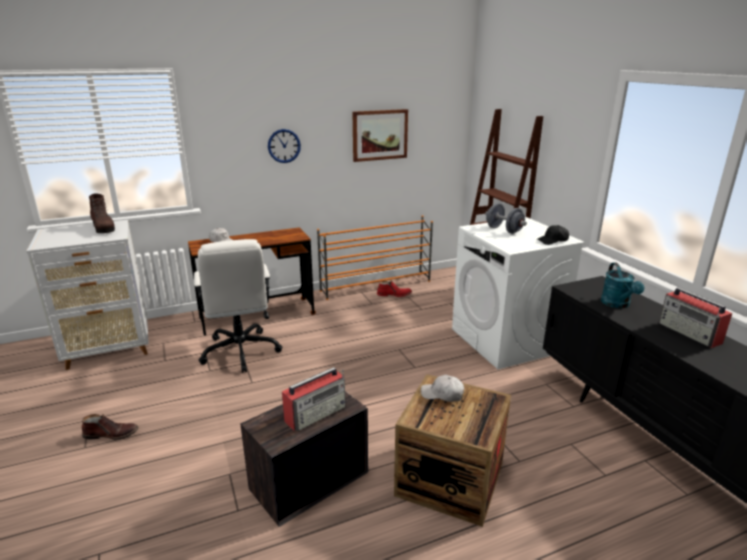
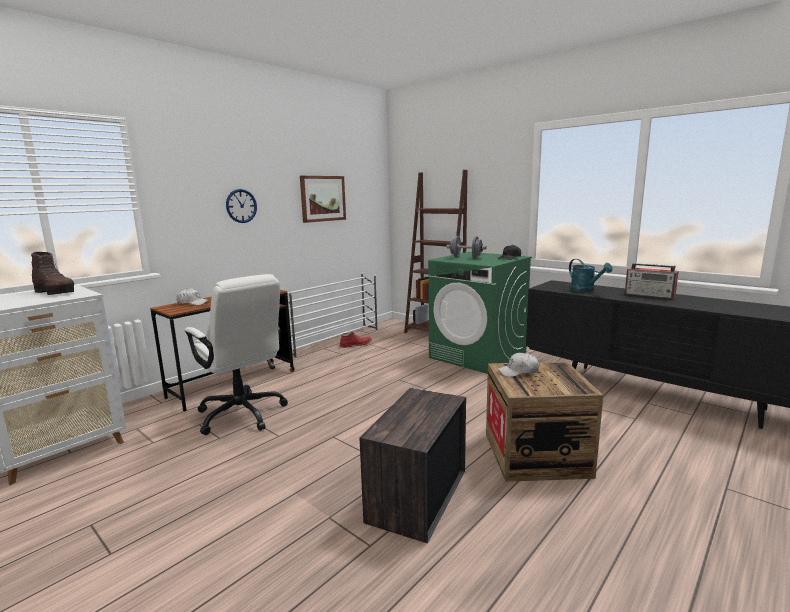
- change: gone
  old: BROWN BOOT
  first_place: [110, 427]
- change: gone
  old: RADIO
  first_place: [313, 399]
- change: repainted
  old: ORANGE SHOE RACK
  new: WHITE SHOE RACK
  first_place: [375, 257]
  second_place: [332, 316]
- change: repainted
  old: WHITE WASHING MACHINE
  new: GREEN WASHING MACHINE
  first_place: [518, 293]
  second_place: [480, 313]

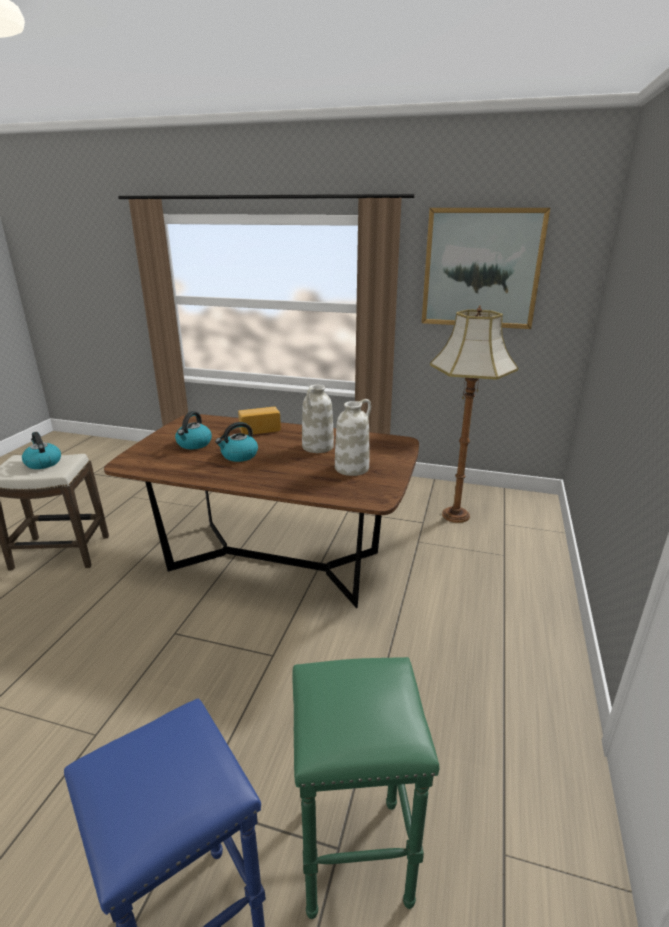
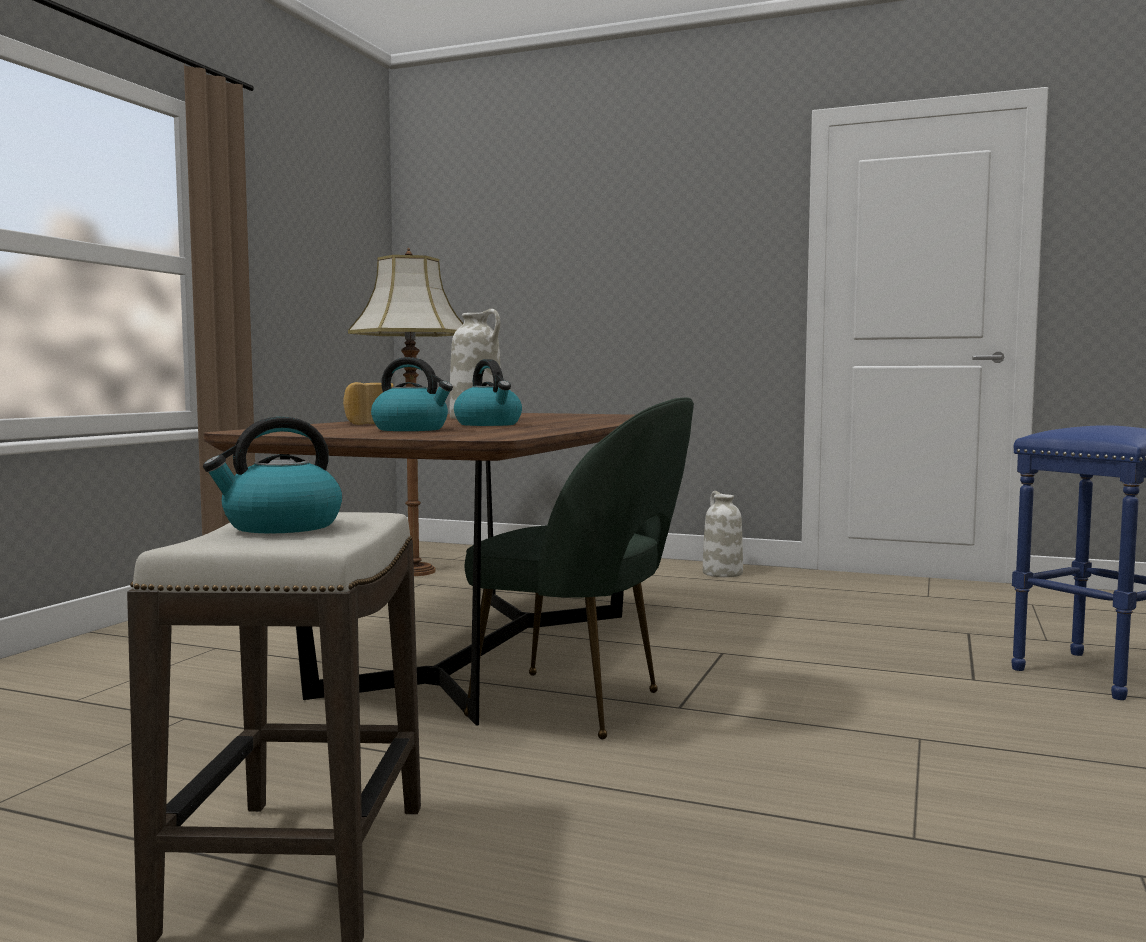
- change: gone
  old: GREEN STOOL
  first_place: [366, 788]
- change: shifted
  old: WHITE VASE
  first_place: [353, 437]
  second_place: [723, 534]
- change: gone
  old: PICTURE
  first_place: [486, 268]
- change: new
  new: GREEN CHAIR
  second_place: [579, 569]

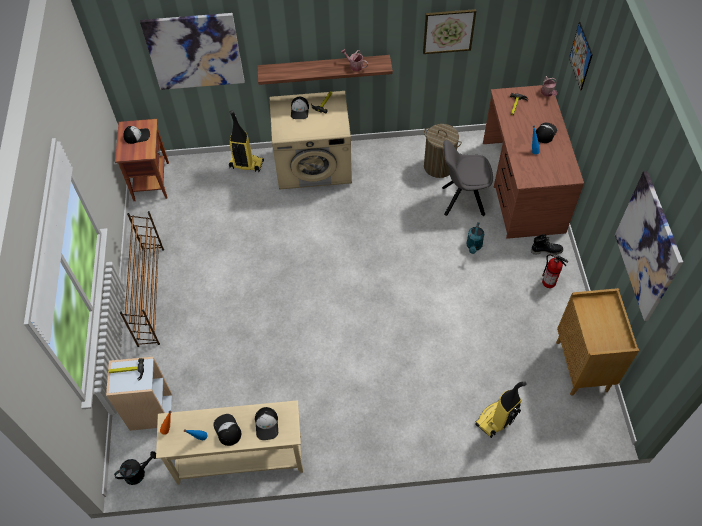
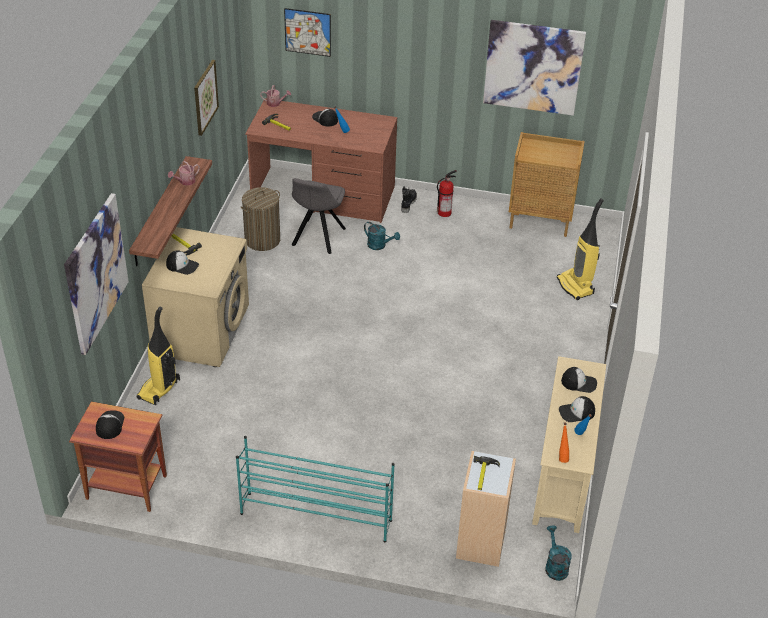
- change: repainted
  old: BLACK WATERING CAN
  new: TURQUOISE WATERING CAN
  first_place: [135, 468]
  second_place: [558, 553]
- change: repainted
  old: BROWN SHOE RACK
  new: TURQUOISE SHOE RACK
  first_place: [142, 279]
  second_place: [315, 489]

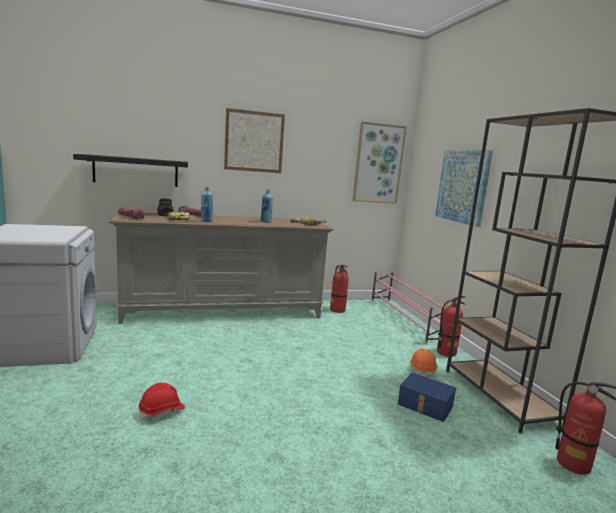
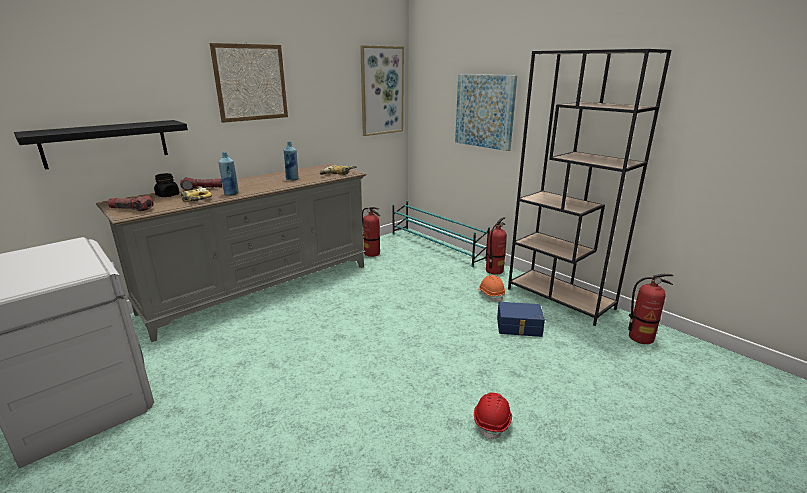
- change: shifted
  old: RED HARD HAT
  first_place: [162, 402]
  second_place: [493, 416]
- change: repainted
  old: PINK SHOE RACK
  new: TURQUOISE SHOE RACK
  first_place: [407, 307]
  second_place: [441, 234]

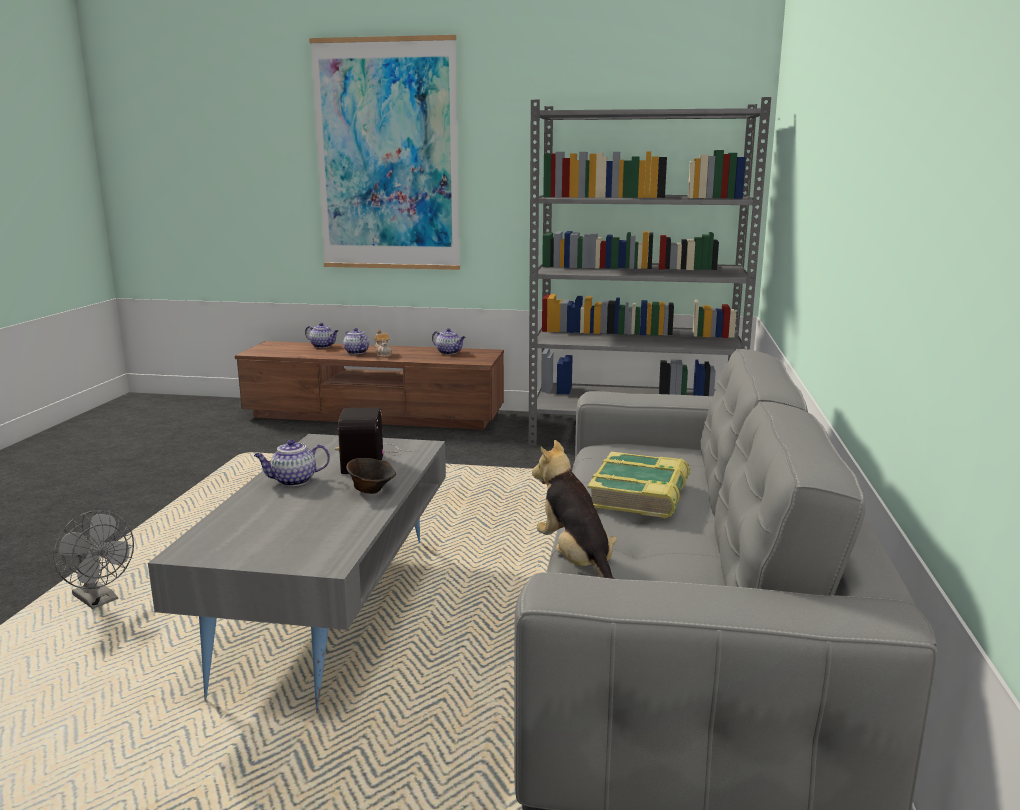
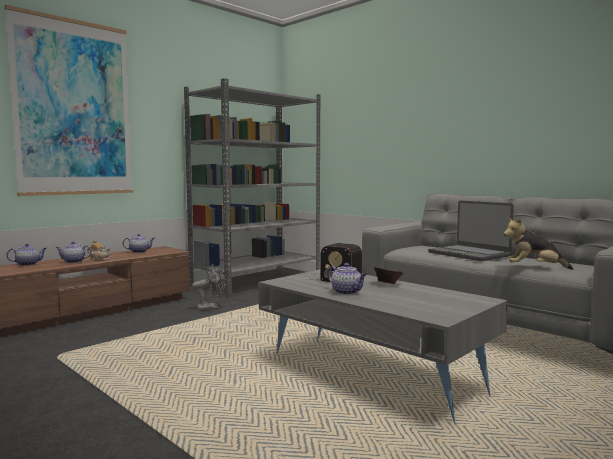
- change: shifted
  old: GREY FAN
  first_place: [93, 559]
  second_place: [208, 287]
- change: rotated
  old: TEAPOT
  first_place: [292, 463]
  second_place: [347, 279]
  degrees: -60
- change: swapped
  old: BOOK
  new: LAPTOP
  first_place: [639, 485]
  second_place: [471, 231]

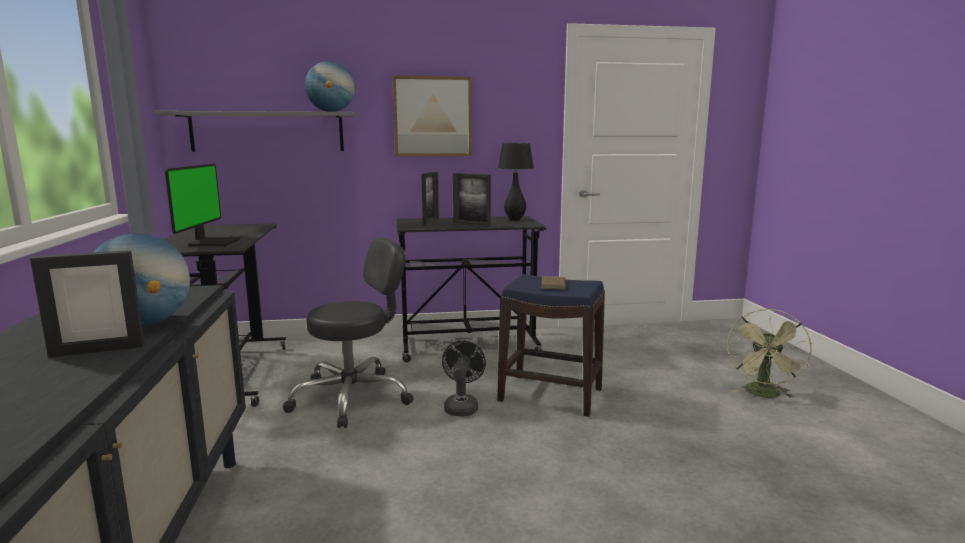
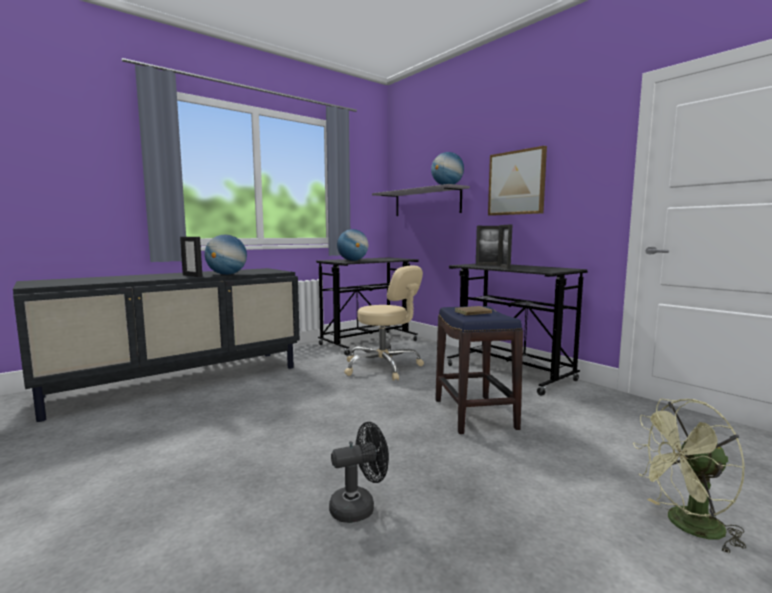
- change: swapped
  old: MONITOR
  new: GLOBE
  first_place: [203, 205]
  second_place: [352, 245]
- change: repainted
  old: BLACK OFFICE CHAIR
  new: BEIGE OFFICE CHAIR
  first_place: [348, 333]
  second_place: [384, 323]
- change: shifted
  old: BLACK FAN
  first_place: [464, 378]
  second_place: [359, 472]
- change: gone
  old: BLACK TABLE LAMP
  first_place: [516, 182]

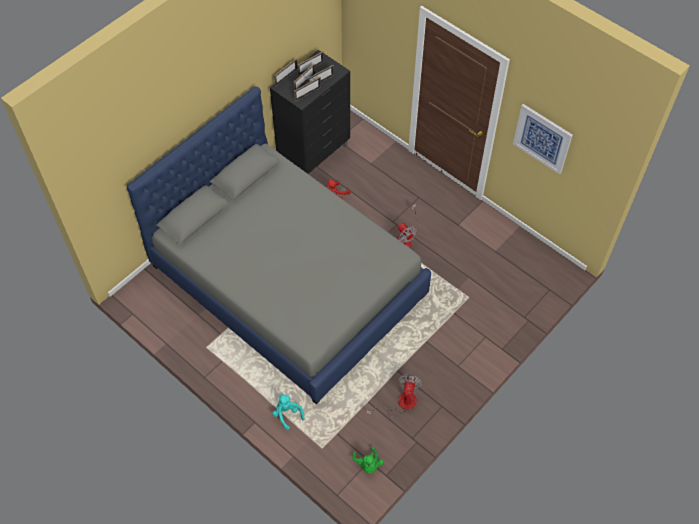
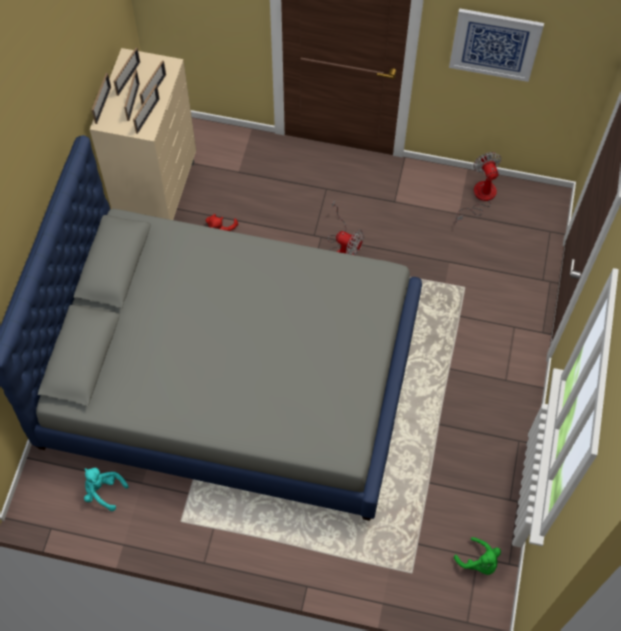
- change: repainted
  old: BLACK DRESSER
  new: BEIGE DRESSER
  first_place: [310, 112]
  second_place: [143, 134]
- change: shifted
  old: TURQUOISE PLUSH TOY
  first_place: [288, 411]
  second_place: [106, 489]
- change: shifted
  old: FAN
  first_place: [394, 395]
  second_place: [478, 187]

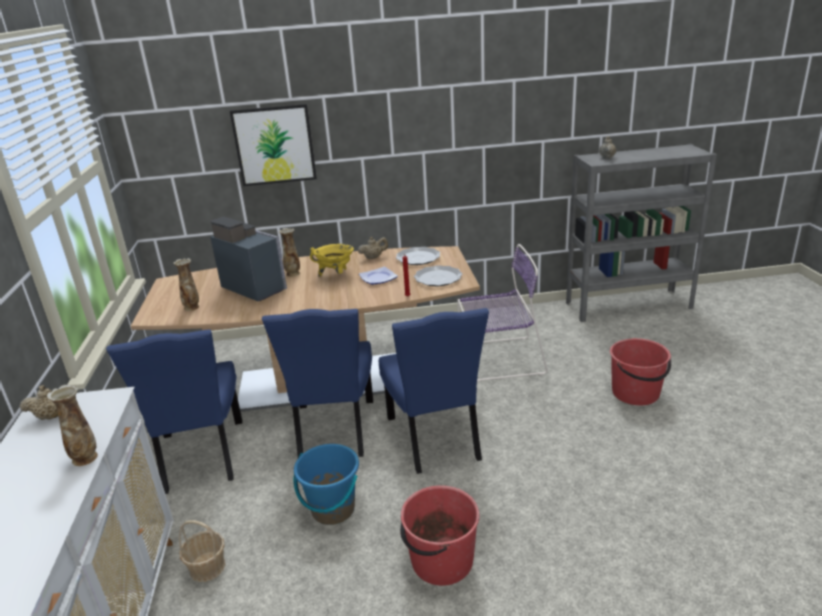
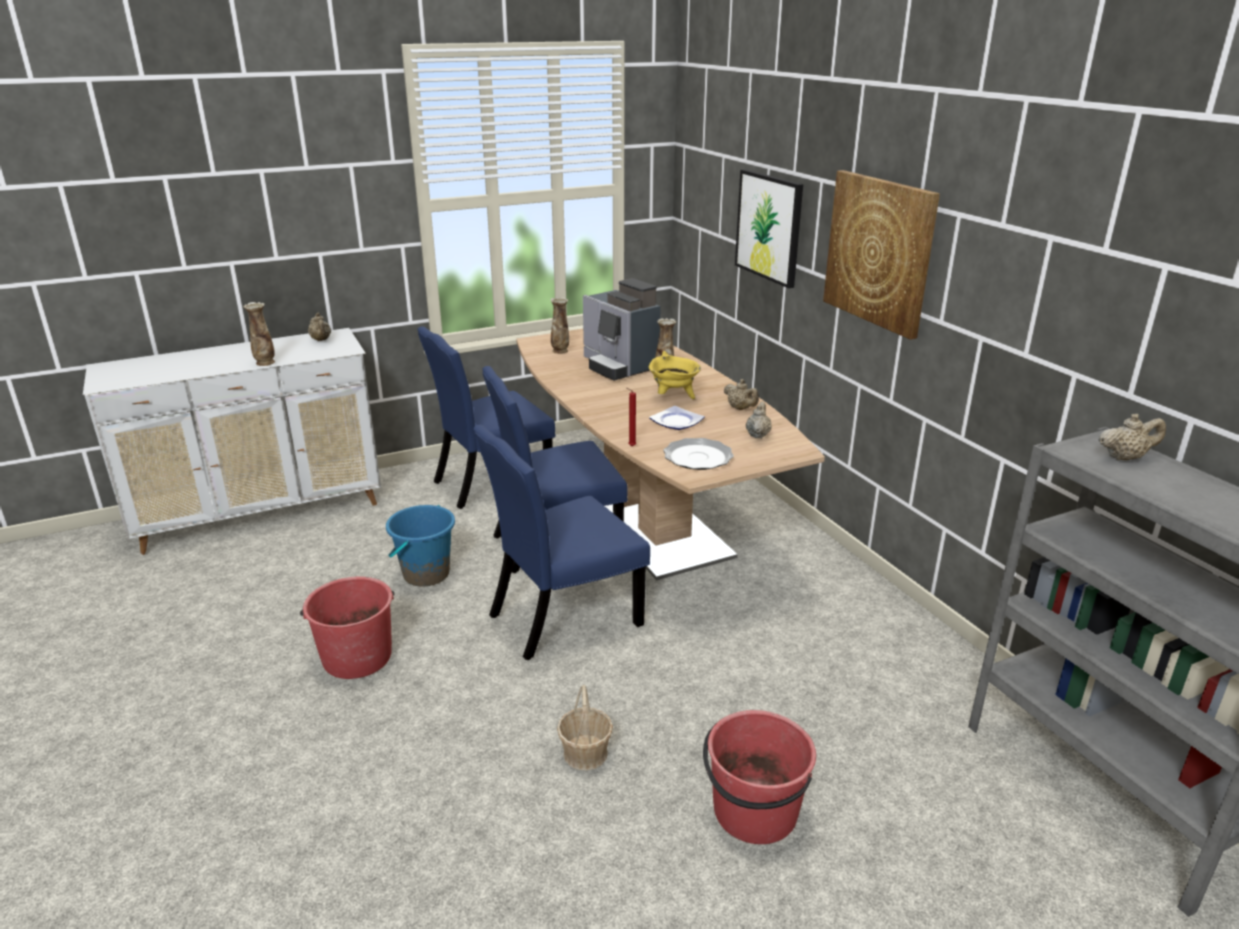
- change: shifted
  old: BASKET
  first_place: [202, 551]
  second_place: [585, 728]
- change: rotated
  old: COFFEE MACHINE
  first_place: [248, 259]
  second_place: [622, 329]
  degrees: 120
- change: swapped
  old: PLATE
  new: BEIGE TEAPOT
  first_place: [418, 256]
  second_place: [759, 420]
- change: gone
  old: PURPLE CHAIR
  first_place: [503, 313]
- change: new
  new: PICTURE
  second_place: [881, 255]

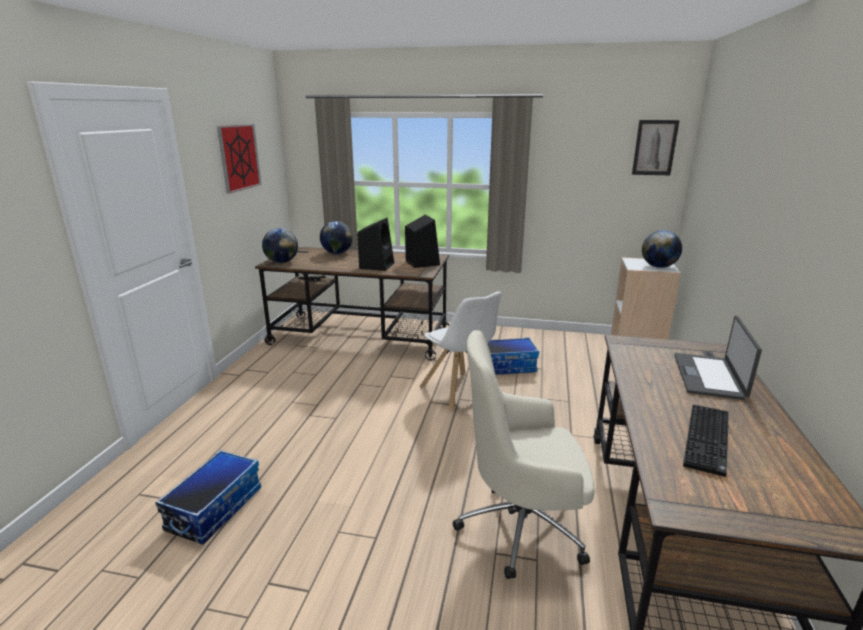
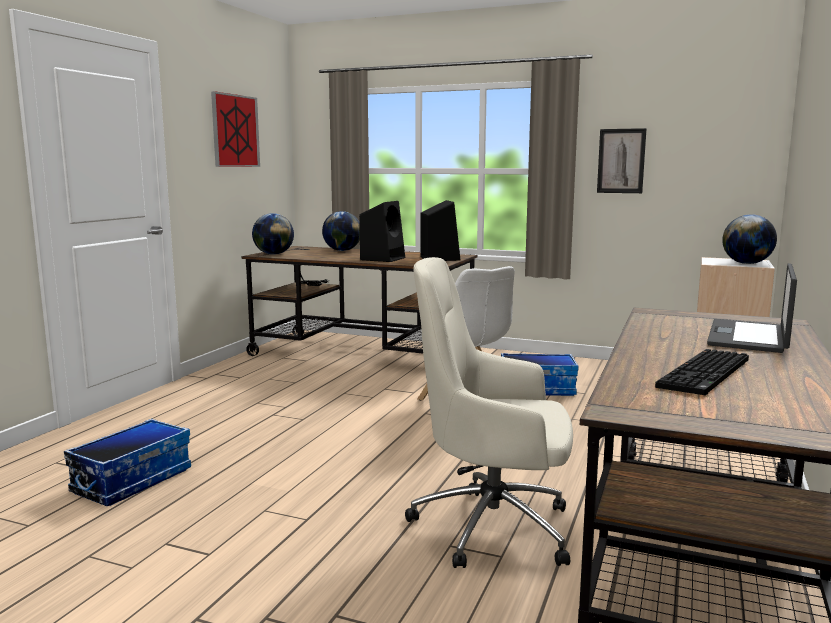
- change: shifted
  old: PICTURE
  first_place: [656, 147]
  second_place: [622, 160]

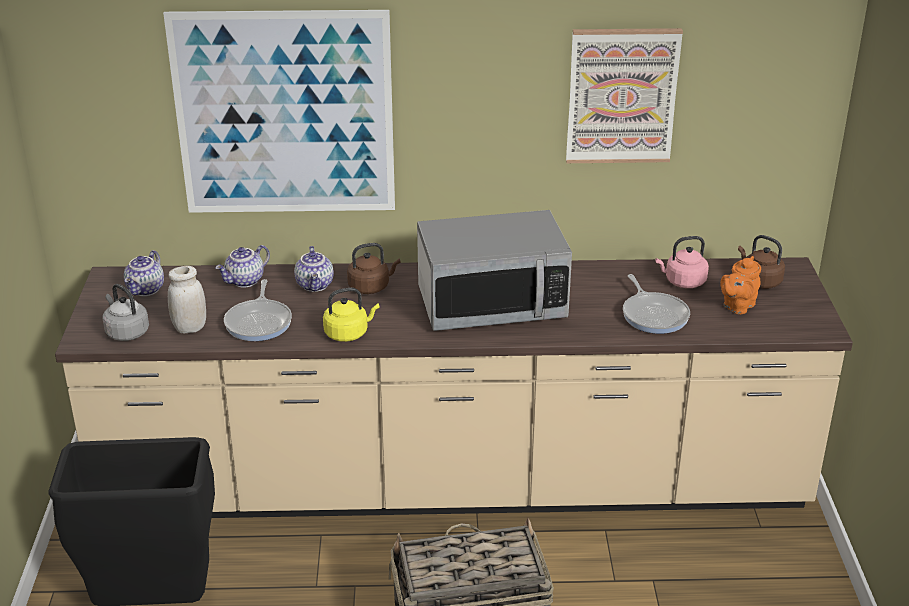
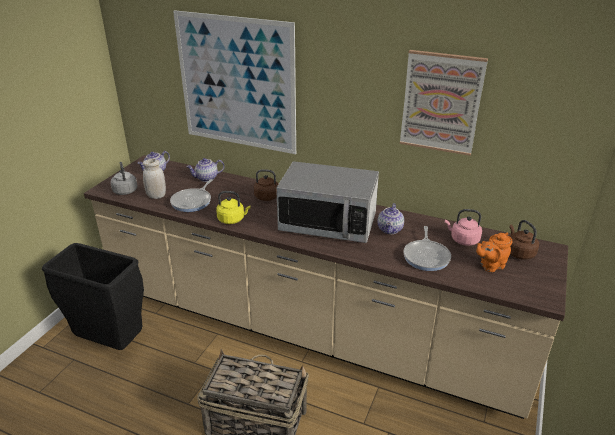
- change: shifted
  old: TEAPOT
  first_place: [314, 269]
  second_place: [391, 218]

